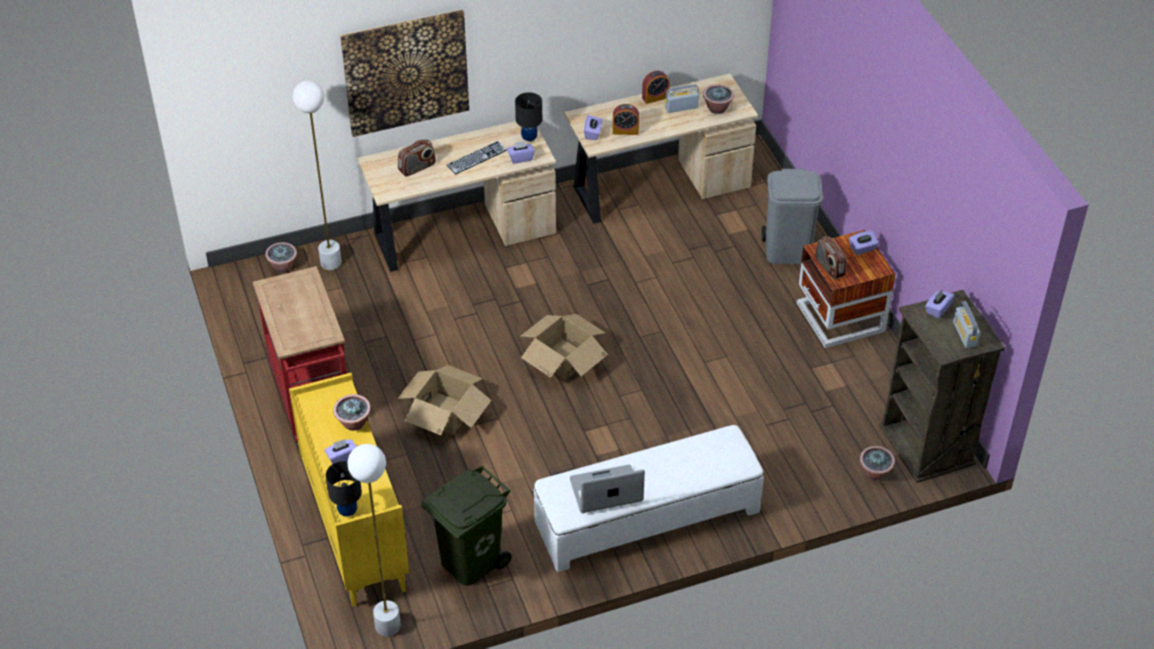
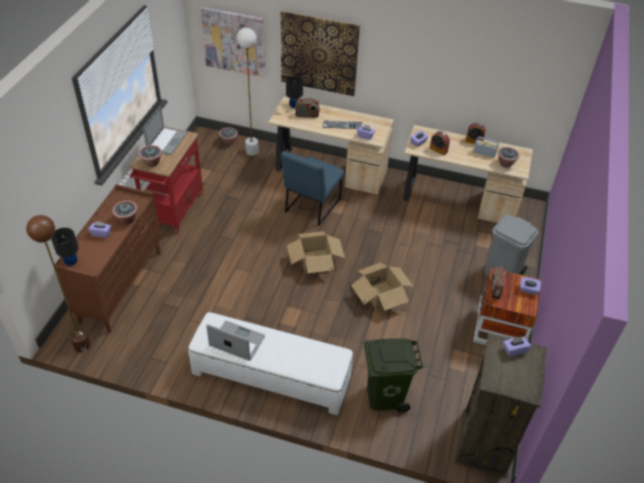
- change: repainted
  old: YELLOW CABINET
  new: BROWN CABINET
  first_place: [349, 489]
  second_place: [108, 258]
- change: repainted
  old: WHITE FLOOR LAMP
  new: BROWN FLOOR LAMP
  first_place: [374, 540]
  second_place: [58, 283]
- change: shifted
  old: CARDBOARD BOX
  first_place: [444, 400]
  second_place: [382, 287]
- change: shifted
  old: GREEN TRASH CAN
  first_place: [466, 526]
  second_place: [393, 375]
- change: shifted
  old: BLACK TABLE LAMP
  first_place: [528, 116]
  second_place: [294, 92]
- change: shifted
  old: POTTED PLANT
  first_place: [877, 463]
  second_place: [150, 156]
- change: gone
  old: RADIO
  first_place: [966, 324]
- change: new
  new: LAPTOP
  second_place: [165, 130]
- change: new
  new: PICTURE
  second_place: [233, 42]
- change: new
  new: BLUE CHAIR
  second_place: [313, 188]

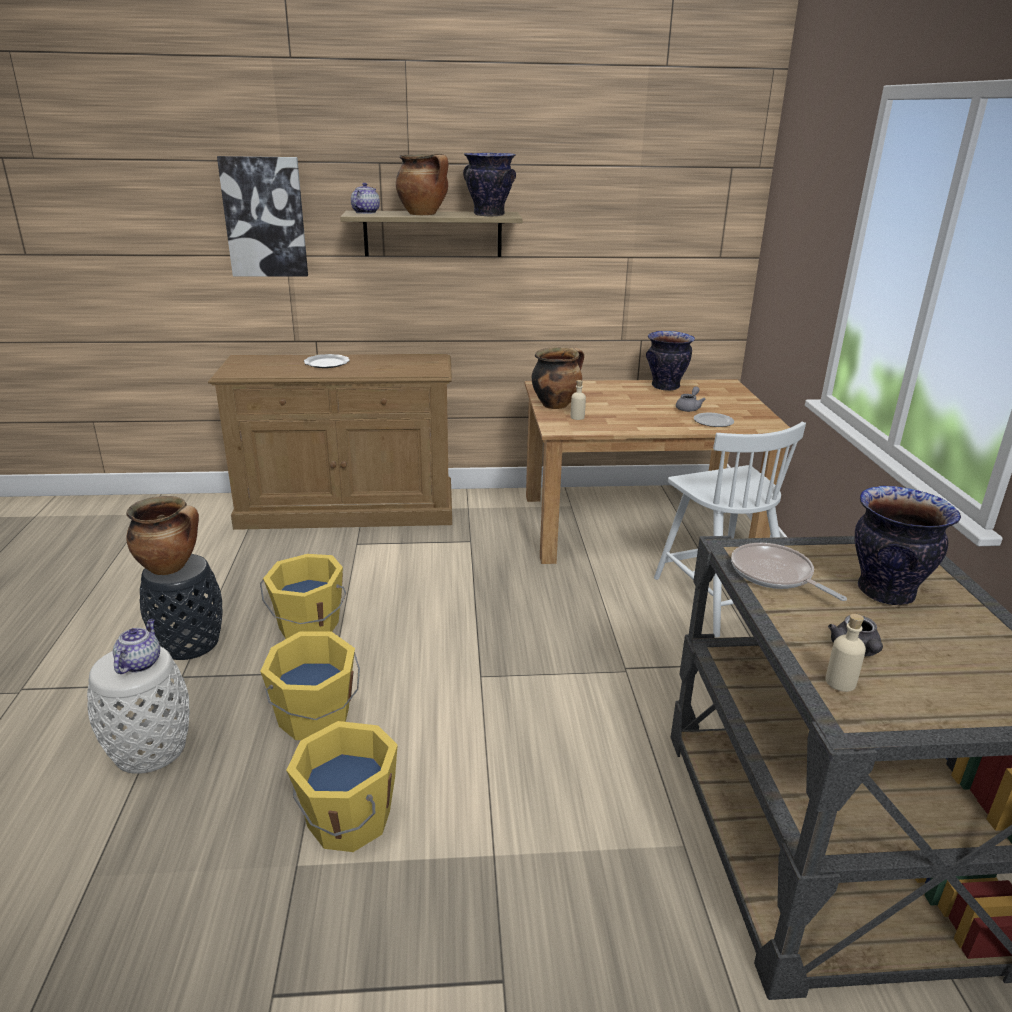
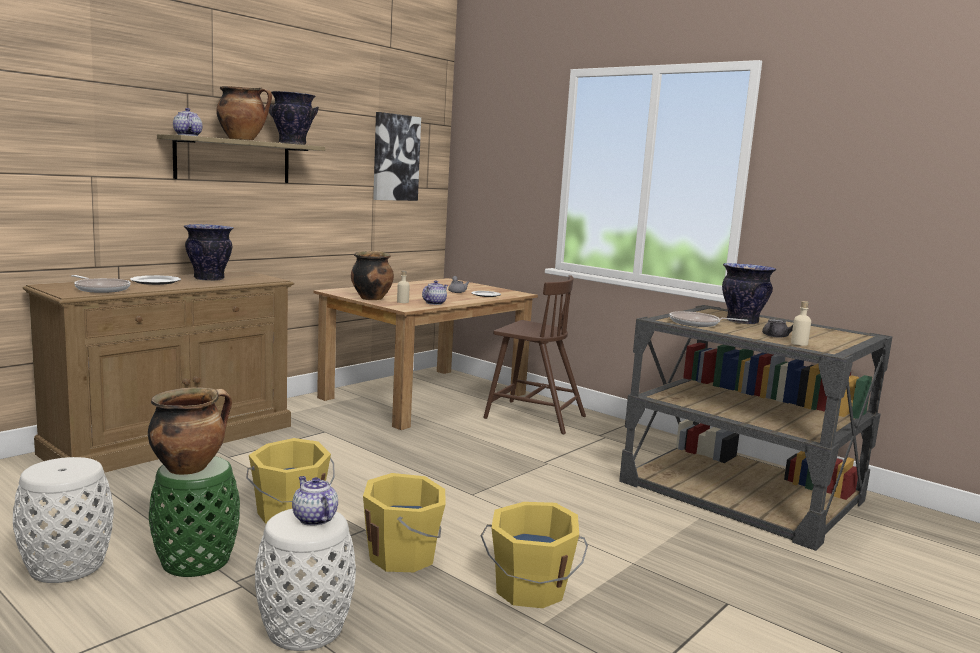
- change: repainted
  old: BLACK STOOL
  new: GREEN STOOL
  first_place: [181, 607]
  second_place: [194, 516]
- change: shifted
  old: PICTURE
  first_place: [262, 216]
  second_place: [397, 156]
- change: shifted
  old: VASE
  first_place: [670, 361]
  second_place: [209, 252]
- change: repainted
  old: WHITE CHAIR
  new: BROWN CHAIR
  first_place: [730, 530]
  second_place: [534, 354]
- change: new
  new: WHITE STOOL
  second_place: [63, 520]
- change: new
  new: FRYING PAN
  second_place: [101, 284]
- change: new
  new: TEAPOT
  second_place: [435, 292]

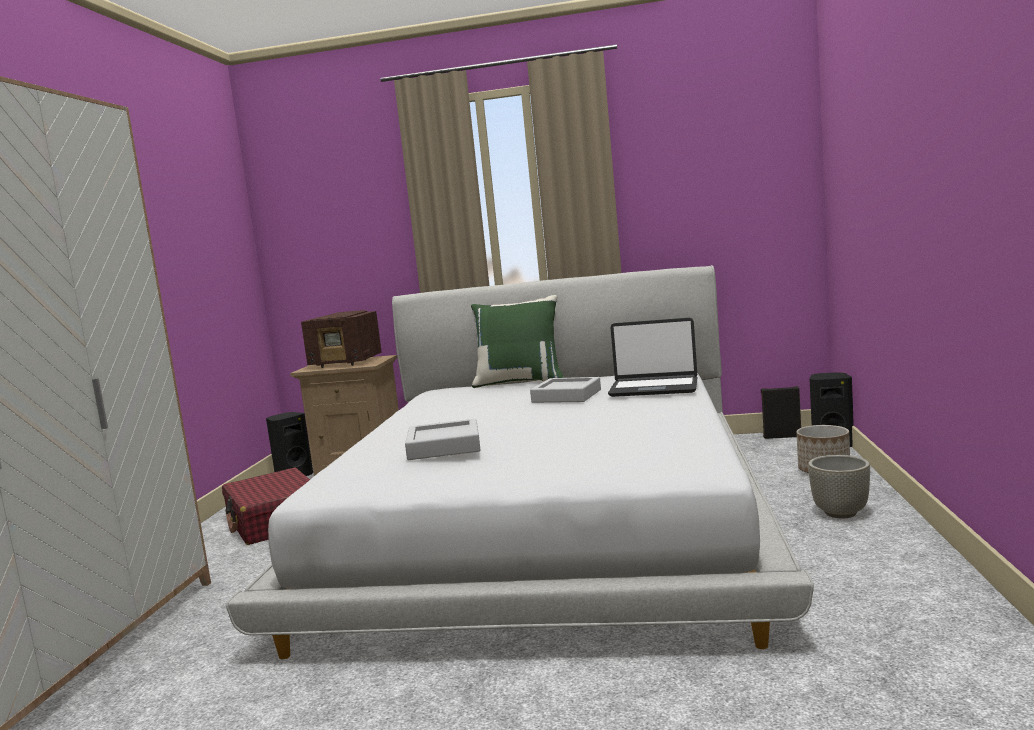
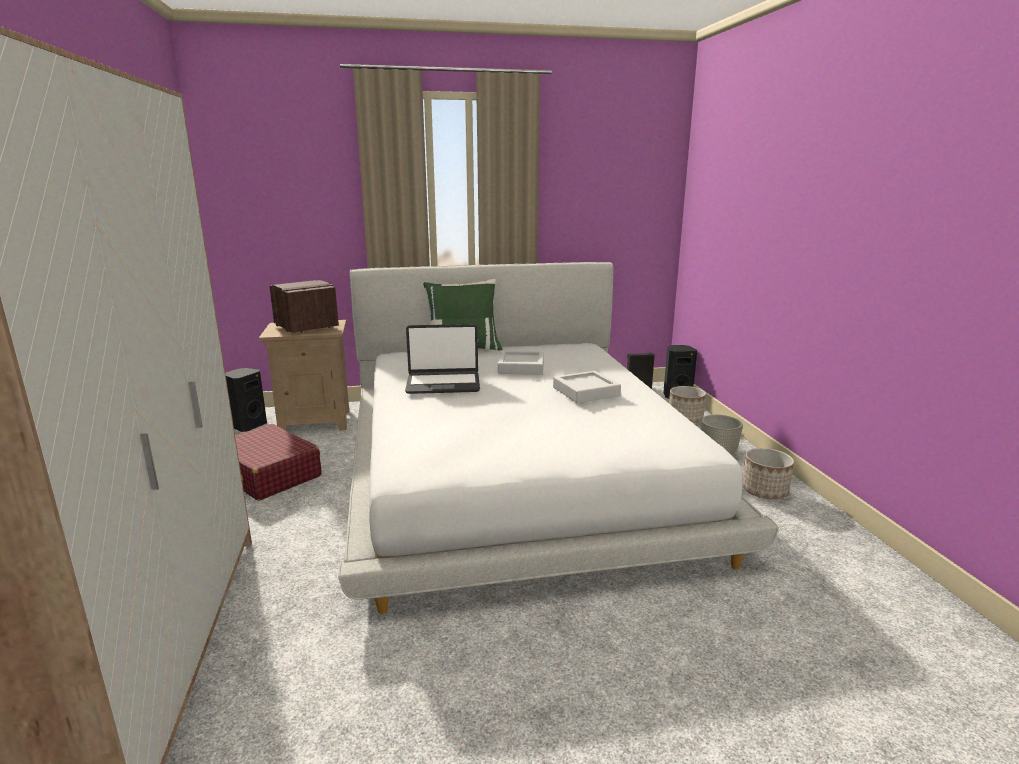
- change: rotated
  old: RADIO
  first_place: [341, 339]
  second_place: [304, 306]
  degrees: -120
- change: shifted
  old: GREY TRAY
  first_place: [443, 439]
  second_place: [587, 387]
- change: shifted
  old: LAPTOP
  first_place: [653, 357]
  second_place: [442, 359]
- change: new
  new: PLANTER
  second_place: [768, 473]

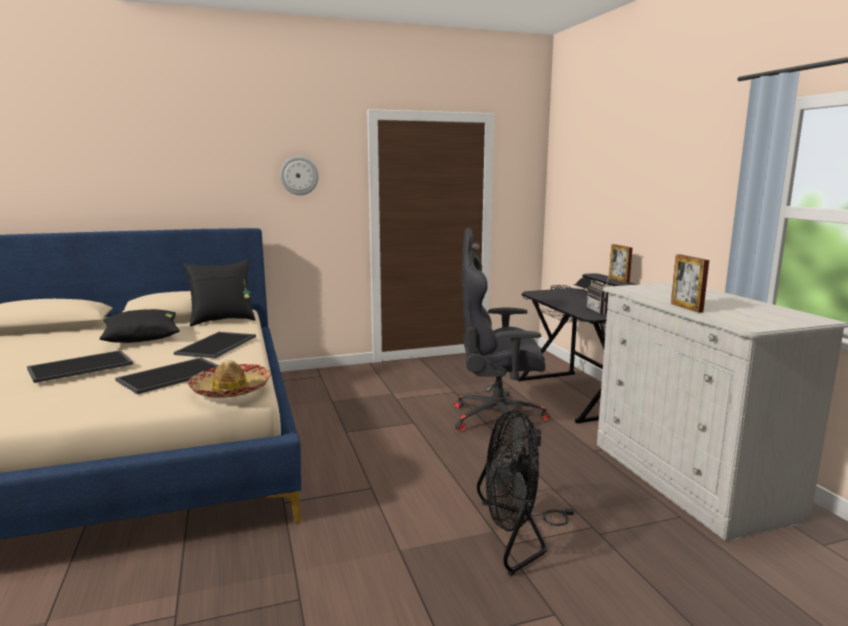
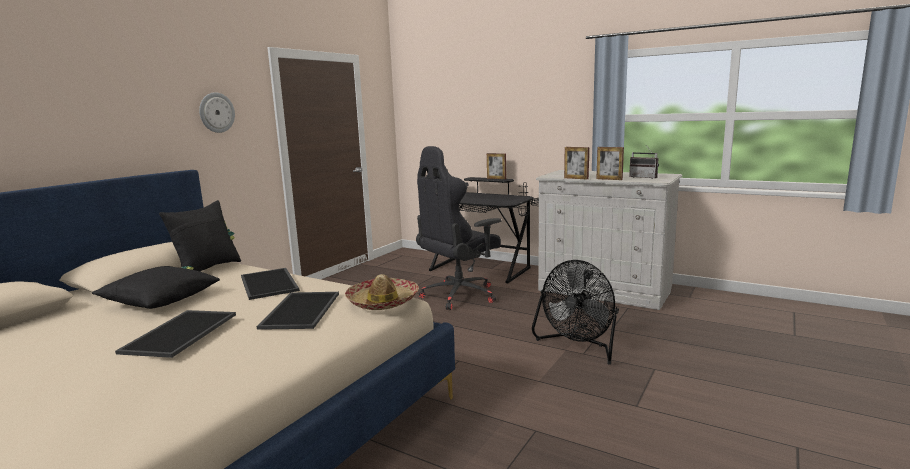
- change: shifted
  old: RADIO
  first_place: [597, 295]
  second_place: [644, 163]
- change: new
  new: PICTURE FRAME
  second_place: [576, 163]

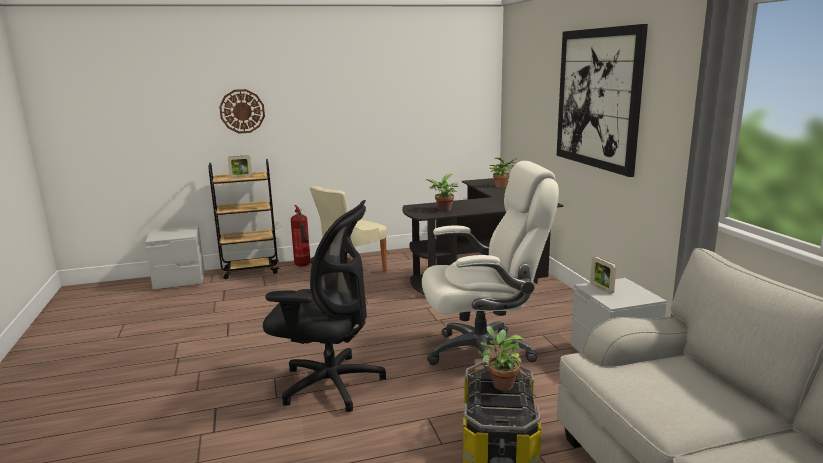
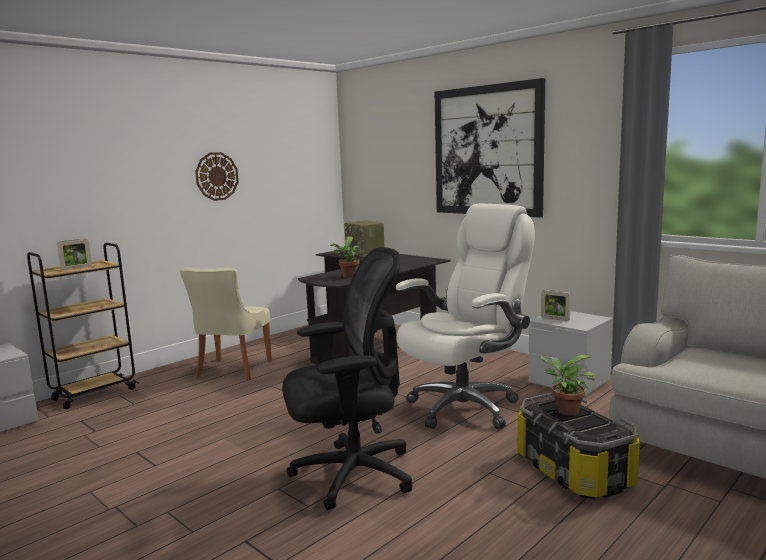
- change: shifted
  old: WALL CLOCK
  first_place: [242, 111]
  second_place: [217, 176]
- change: gone
  old: FIRE EXTINGUISHER
  first_place: [300, 236]
- change: swapped
  old: POTTED PLANT
  new: RADIO
  first_place: [504, 173]
  second_place: [364, 238]

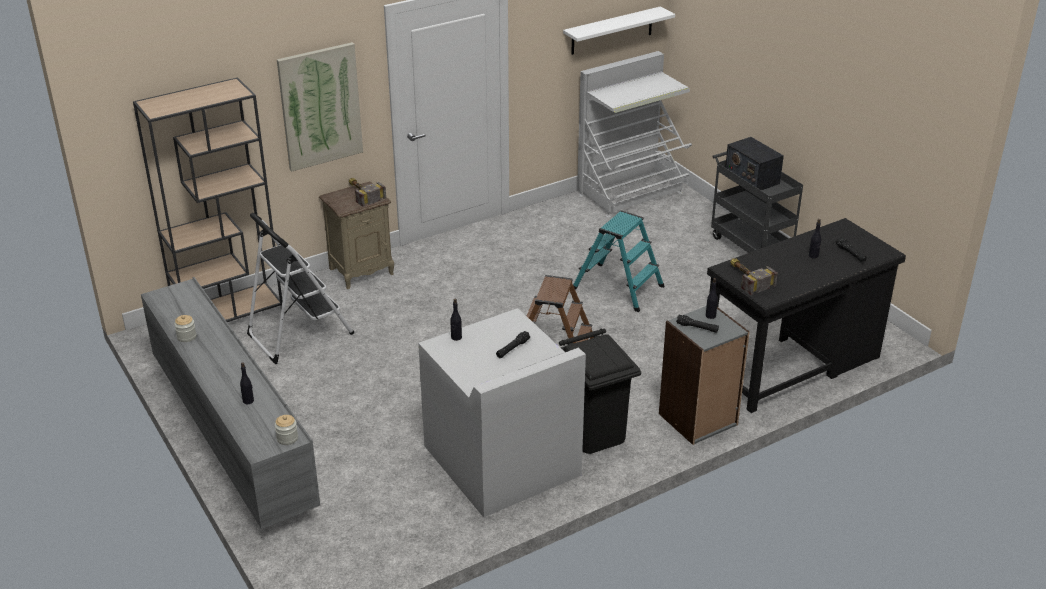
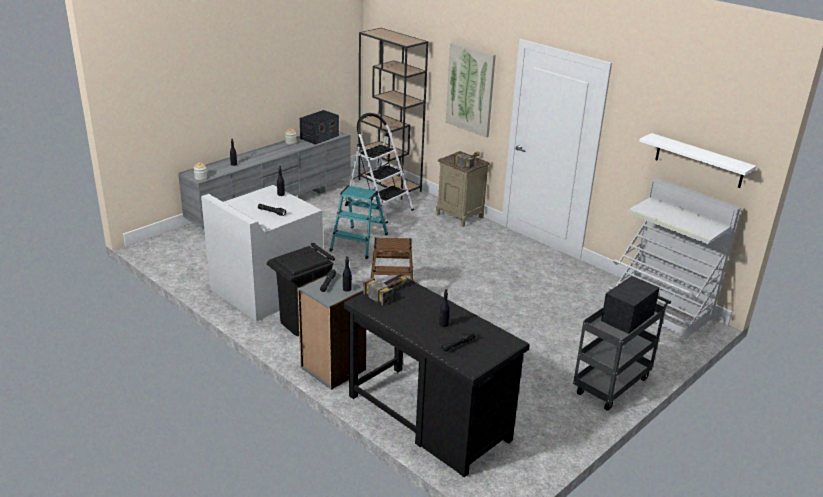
- change: shifted
  old: TURQUOISE STEP LADDER
  first_place: [619, 261]
  second_place: [358, 222]
- change: new
  new: RADIO
  second_place: [319, 127]

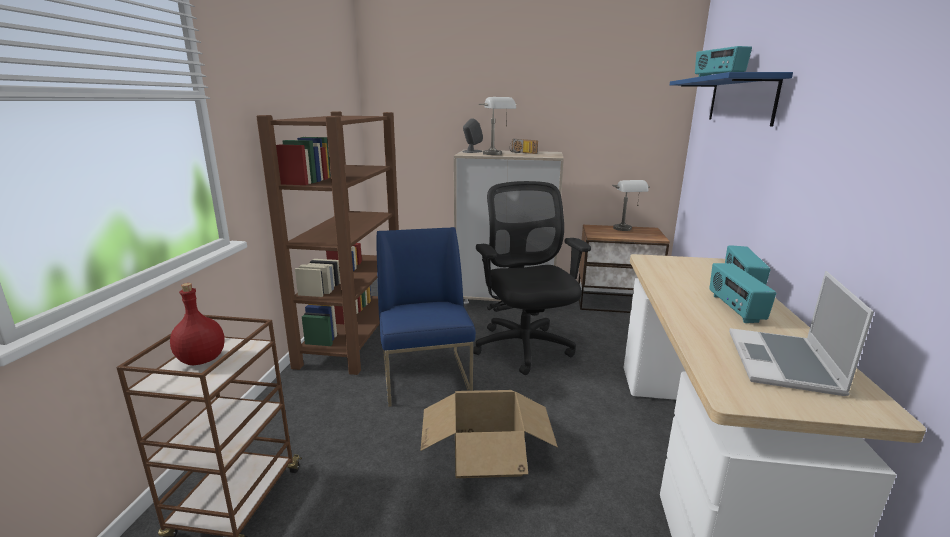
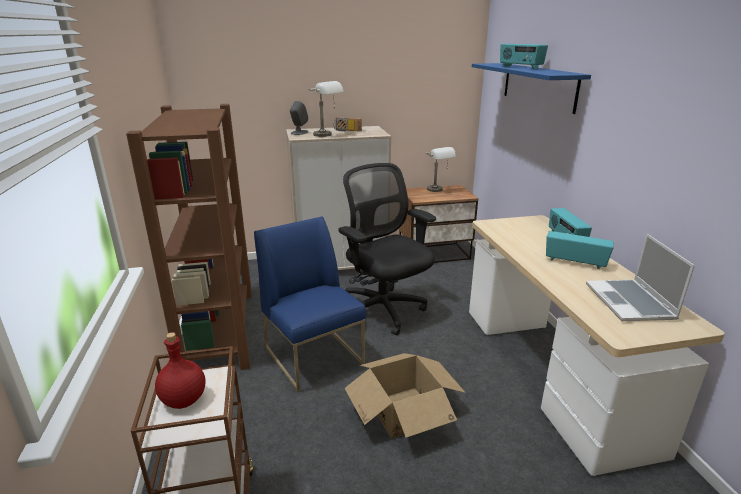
- change: rotated
  old: RADIO
  first_place: [742, 293]
  second_place: [580, 250]
  degrees: 135

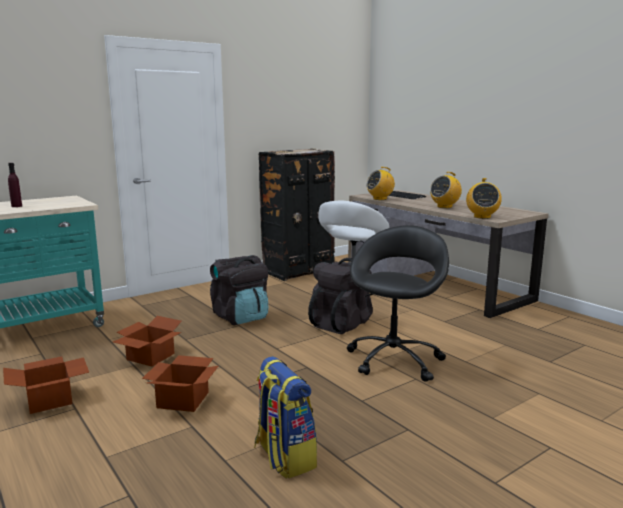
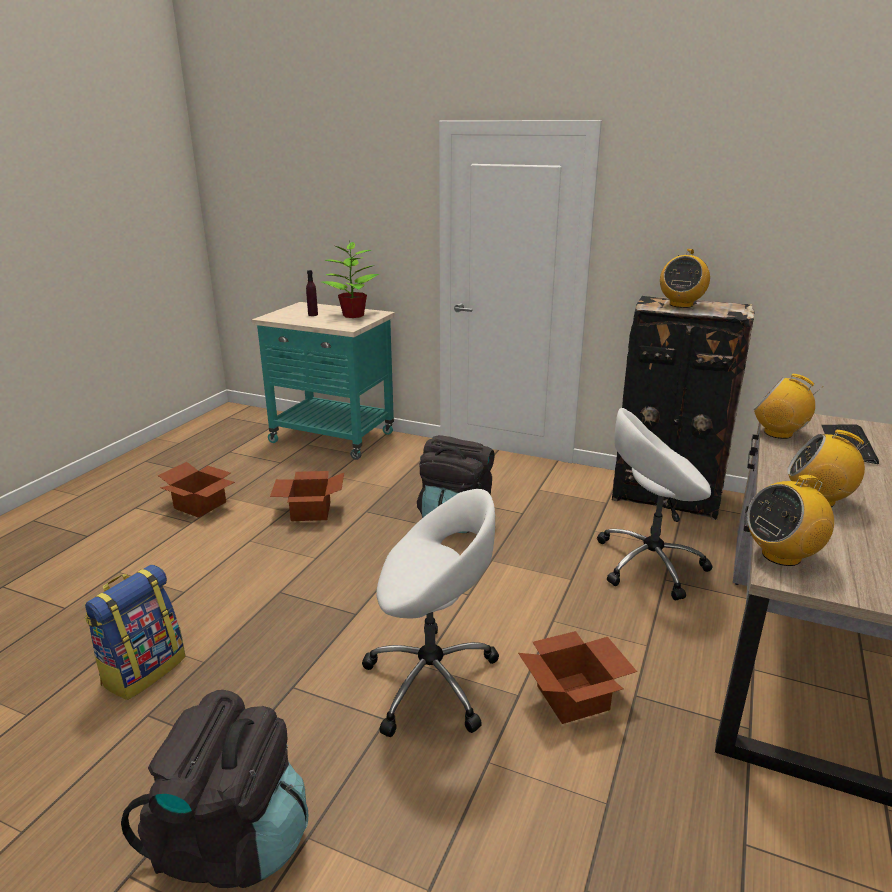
- change: shifted
  old: CARDBOARD BOX
  first_place: [180, 383]
  second_place: [577, 677]
- change: shifted
  old: BLACK BACKPACK
  first_place: [340, 296]
  second_place: [214, 789]
- change: repainted
  old: BLACK OFFICE CHAIR
  new: WHITE OFFICE CHAIR
  first_place: [398, 303]
  second_place: [430, 613]
- change: new
  new: POTTED PLANT
  second_place: [350, 279]
- change: new
  new: RADIO
  second_place: [685, 278]

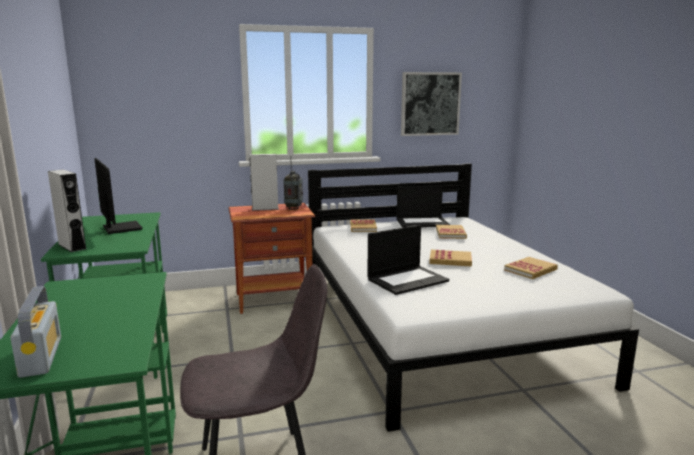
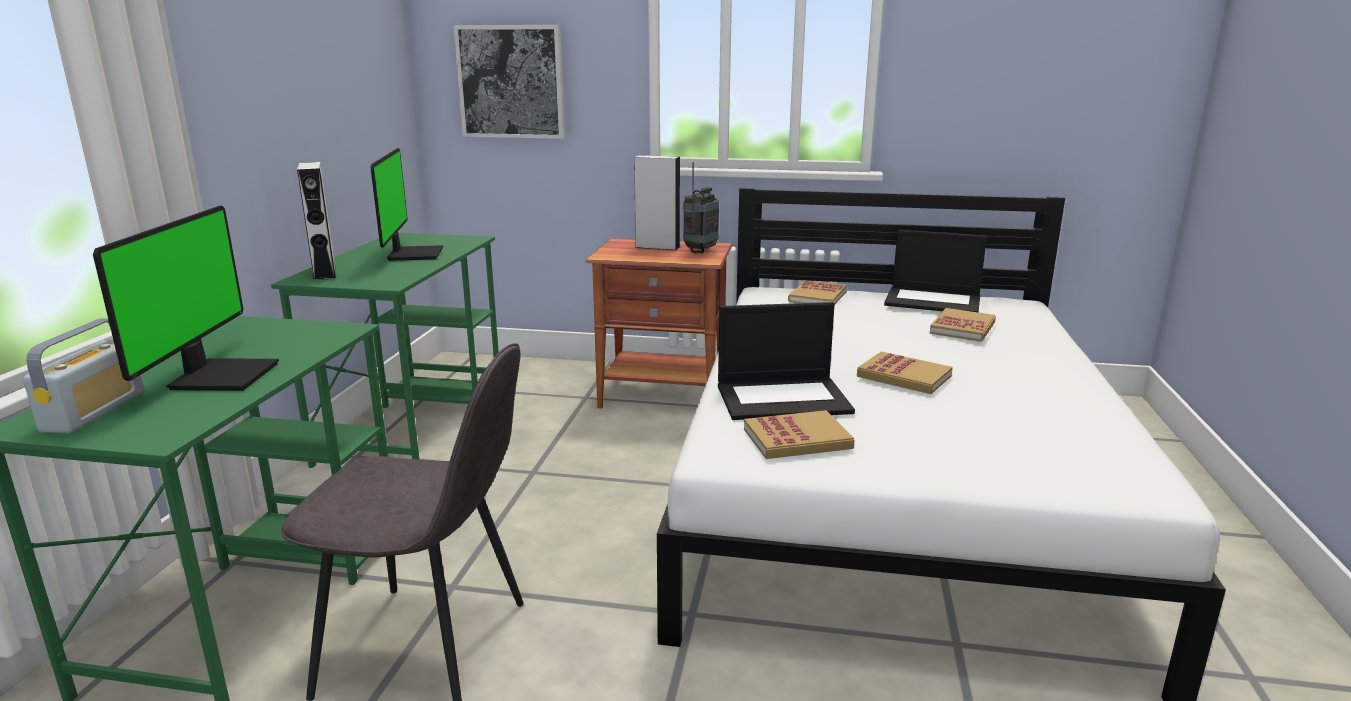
- change: shifted
  old: PICTURE
  first_place: [431, 104]
  second_place: [509, 82]
- change: shifted
  old: BOOK
  first_place: [531, 268]
  second_place: [799, 434]
- change: new
  new: MONITOR
  second_place: [186, 298]

